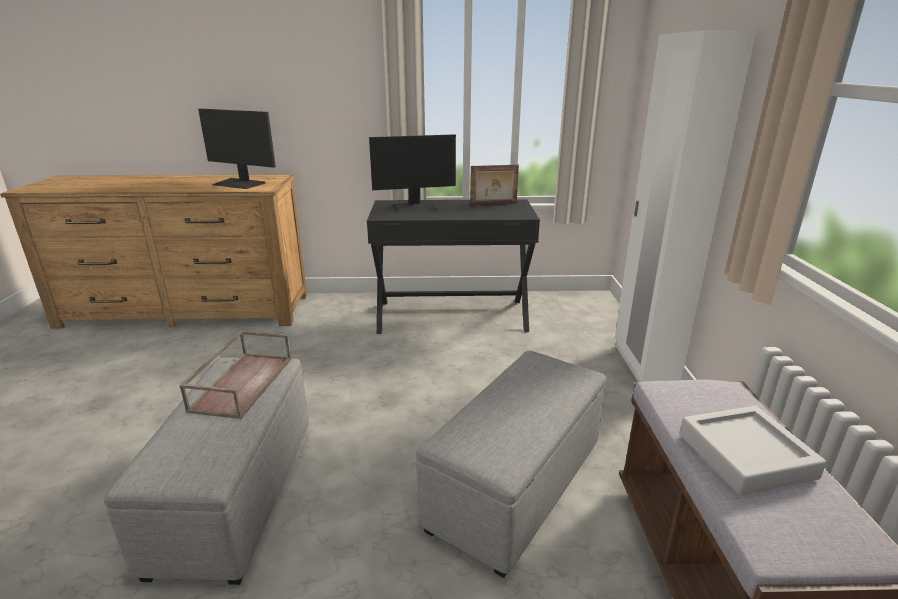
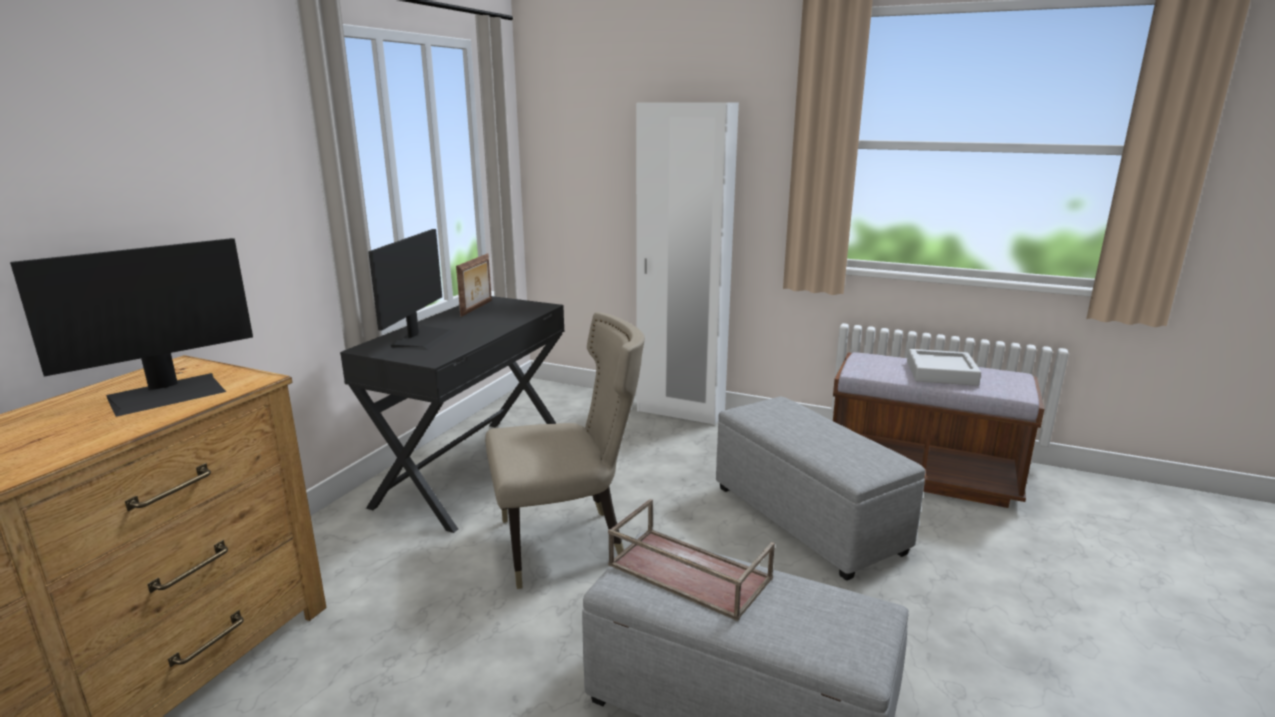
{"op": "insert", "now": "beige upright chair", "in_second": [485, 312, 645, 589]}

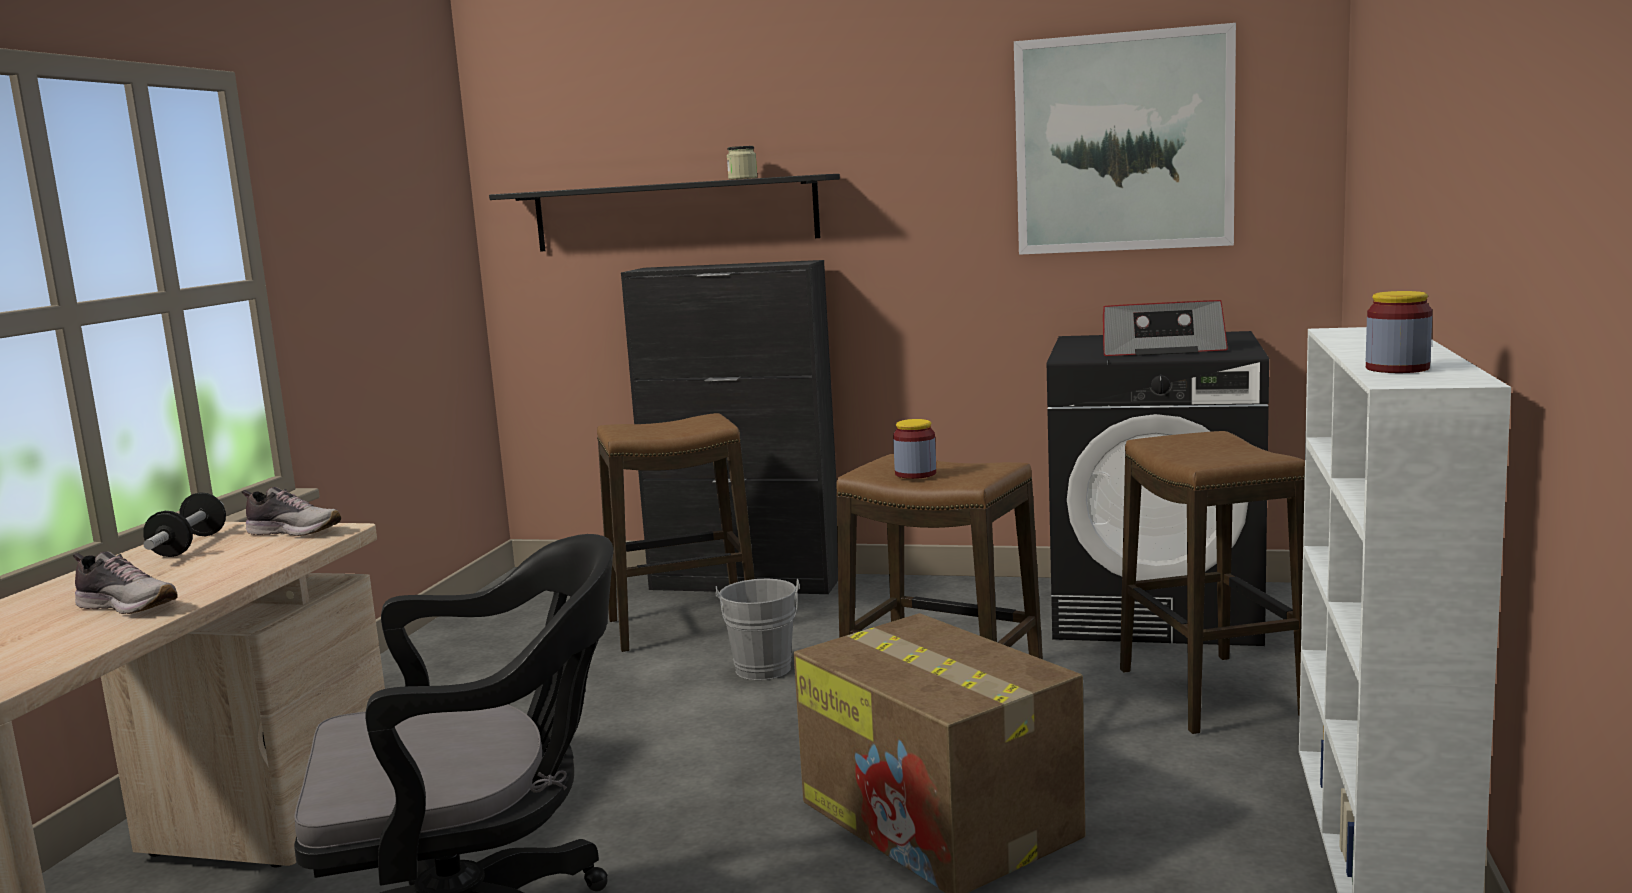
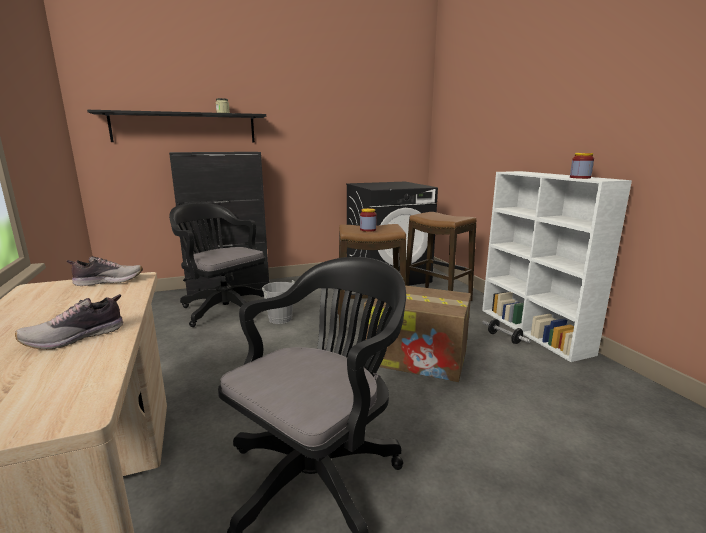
{"op": "delete", "was": "wall art", "in_first": [1014, 23, 1236, 255]}
{"op": "delete", "was": "radio set", "in_first": [1103, 300, 1228, 356]}
{"op": "move", "was": "hand weight", "in_first": [143, 492, 226, 557], "in_second": [482, 319, 531, 344]}
{"op": "replace", "was": "stool seat", "now": "blackish office chair", "in_first": [597, 413, 755, 652], "in_second": [169, 202, 266, 327]}
{"op": "rotate", "was": "item of footwear", "in_first": [73, 552, 178, 614], "in_second": [15, 294, 123, 350], "clockwise": 150}

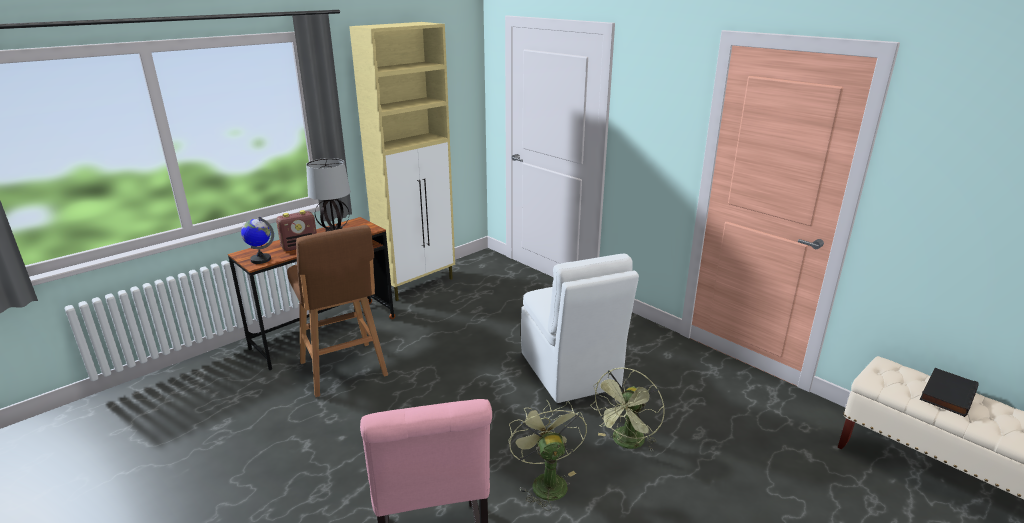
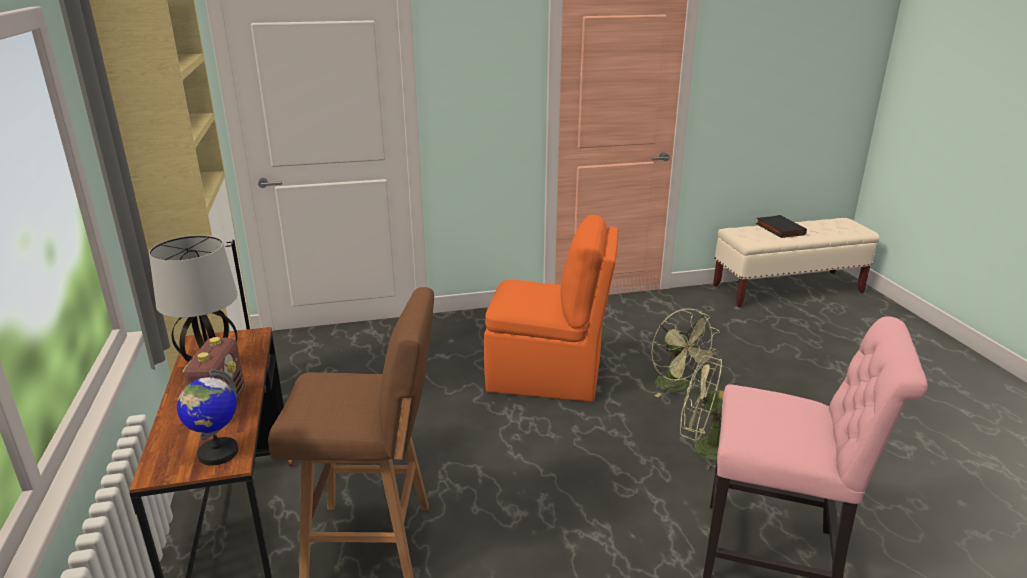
{"op": "recolor", "was": "white-coloured upright chair", "now": "orange upright chair", "in_first": [521, 254, 639, 403], "in_second": [484, 215, 619, 402]}

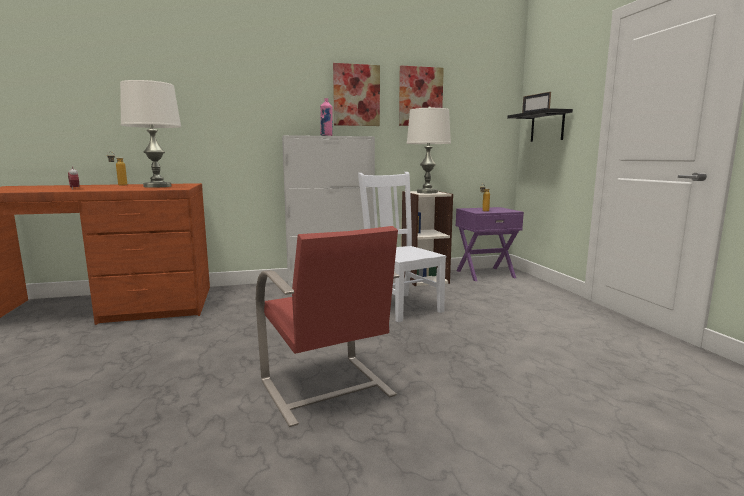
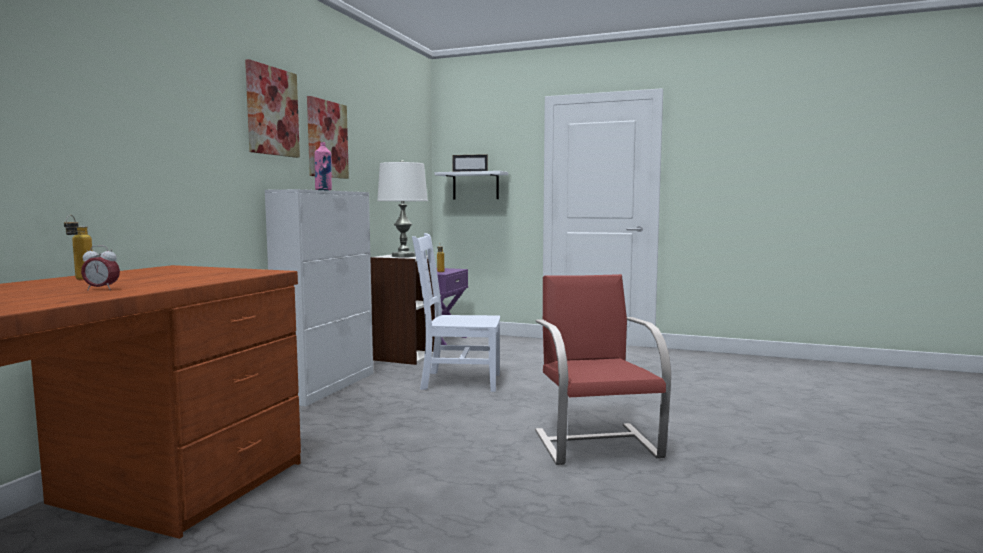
{"op": "delete", "was": "white-coloured tabletop lamp", "in_first": [120, 80, 181, 188]}
{"op": "move", "was": "wall art", "in_first": [399, 66, 444, 126], "in_second": [245, 59, 300, 158]}
{"op": "recolor", "was": "blackish shelf", "now": "white-coloured shelf", "in_first": [507, 108, 573, 142], "in_second": [435, 171, 508, 199]}
{"op": "rotate", "was": "red upright chair", "in_first": [256, 226, 400, 427], "in_second": [535, 274, 671, 465], "clockwise": -105}

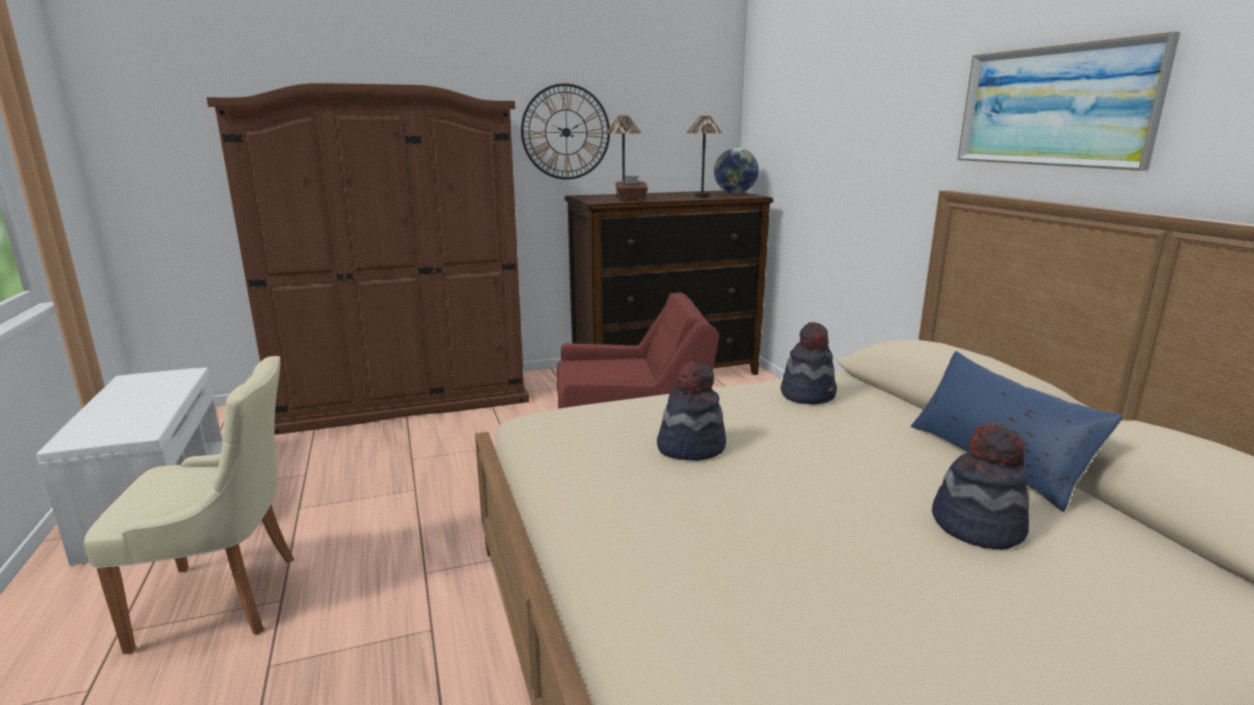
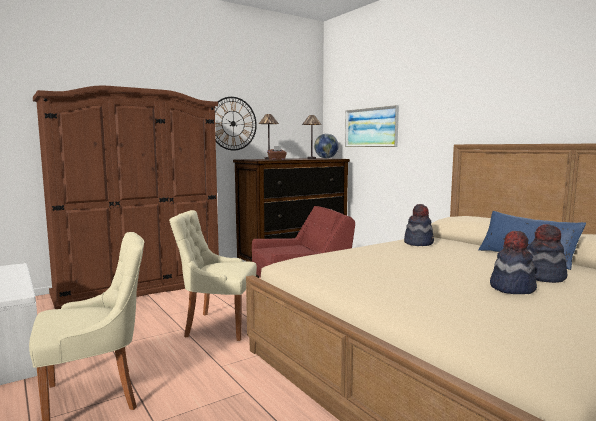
{"op": "insert", "now": "beige upright chair", "in_second": [169, 210, 257, 341]}
{"op": "move", "was": "wearable hat", "in_first": [657, 361, 726, 461], "in_second": [490, 231, 537, 294]}
{"op": "move", "was": "wall art", "in_first": [958, 31, 1180, 171], "in_second": [345, 105, 399, 147]}

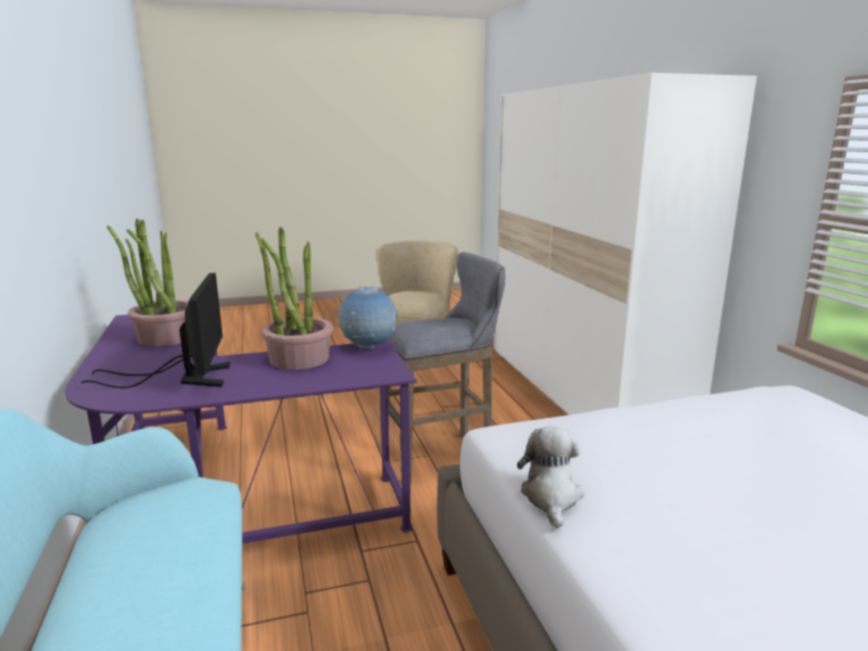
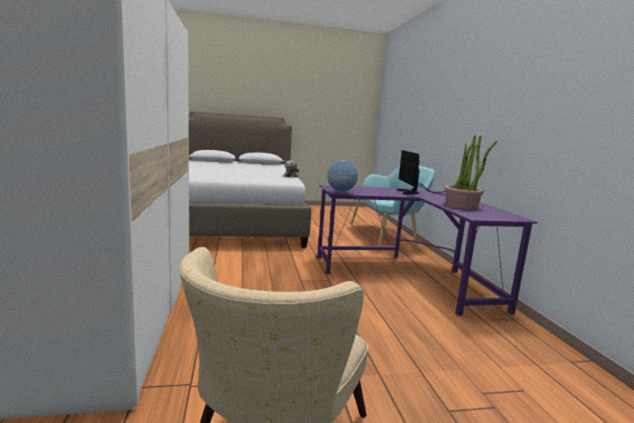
{"op": "delete", "was": "potted plant", "in_first": [255, 227, 334, 370]}
{"op": "delete", "was": "greyish stool seat", "in_first": [381, 252, 505, 484]}

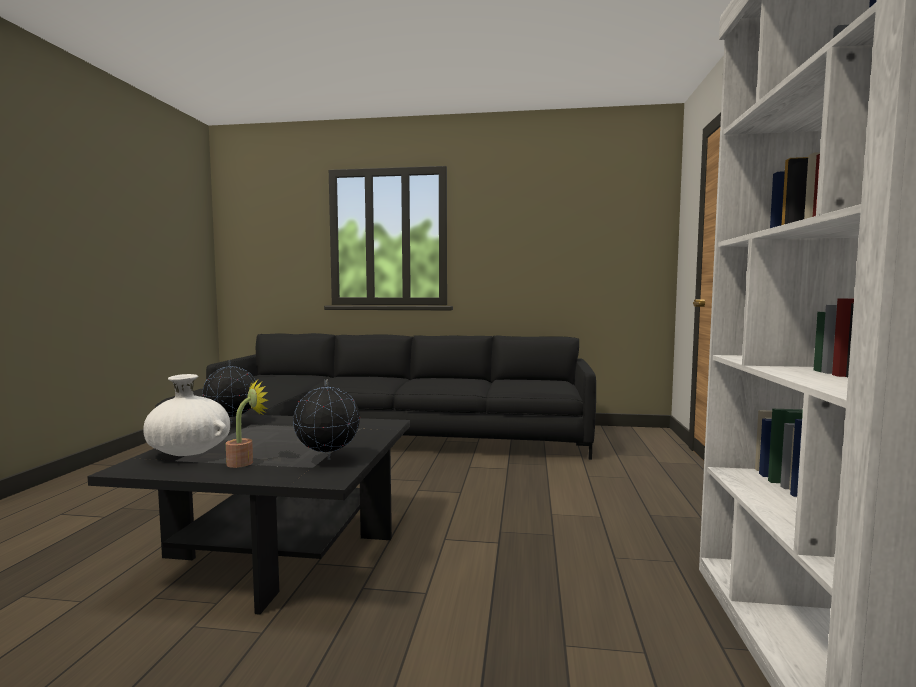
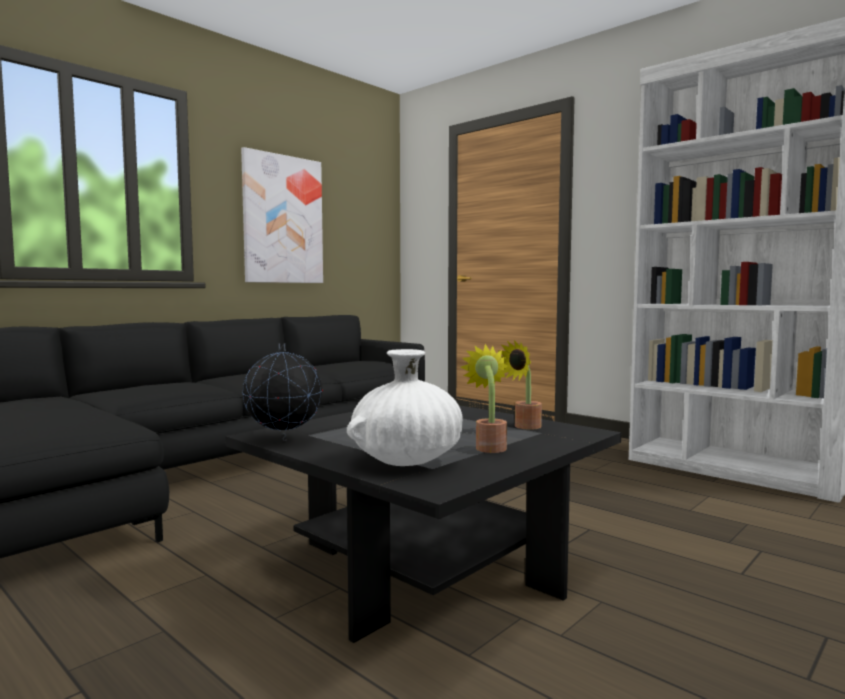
{"op": "insert", "now": "wall art", "in_second": [241, 147, 323, 283]}
{"op": "replace", "was": "desk globe", "now": "potted plant", "in_first": [293, 379, 360, 460], "in_second": [497, 340, 542, 430]}

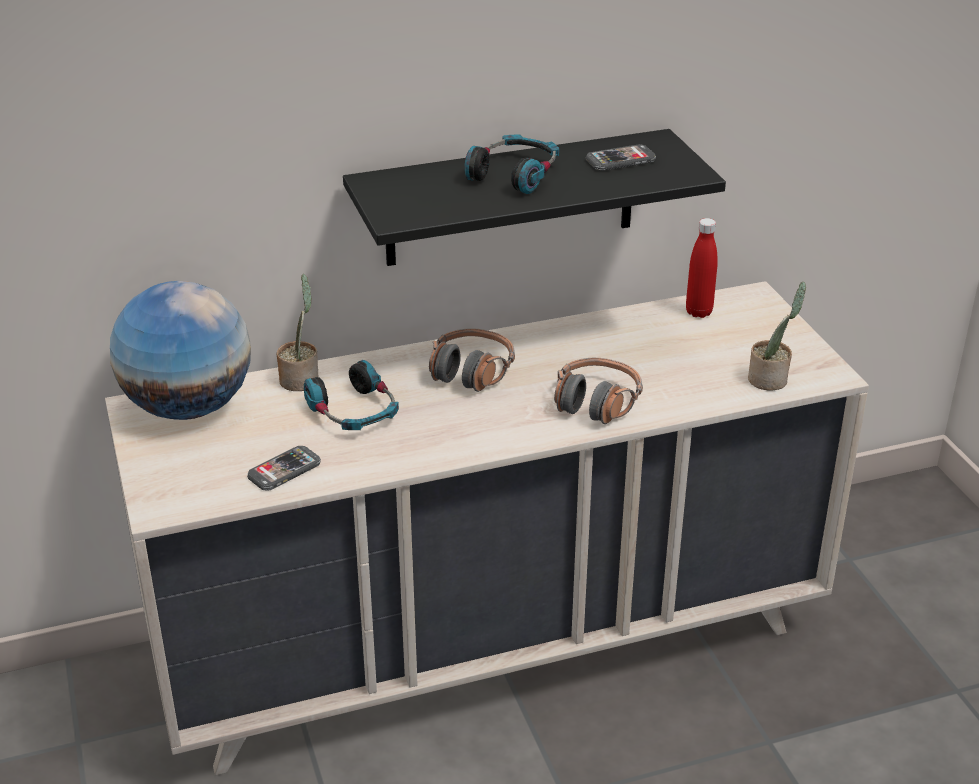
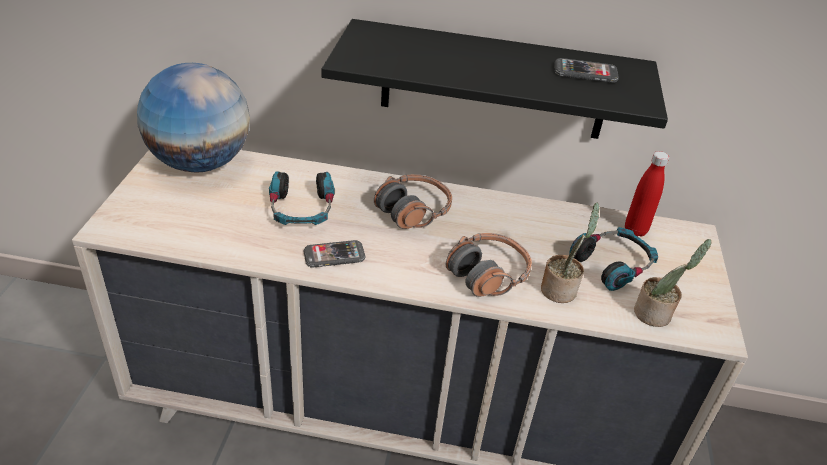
{"op": "move", "was": "phone", "in_first": [247, 446, 321, 491], "in_second": [304, 240, 366, 268]}
{"op": "move", "was": "potted plant", "in_first": [277, 274, 319, 391], "in_second": [541, 203, 599, 303]}
{"op": "move", "was": "headset", "in_first": [464, 134, 559, 194], "in_second": [569, 227, 658, 291]}

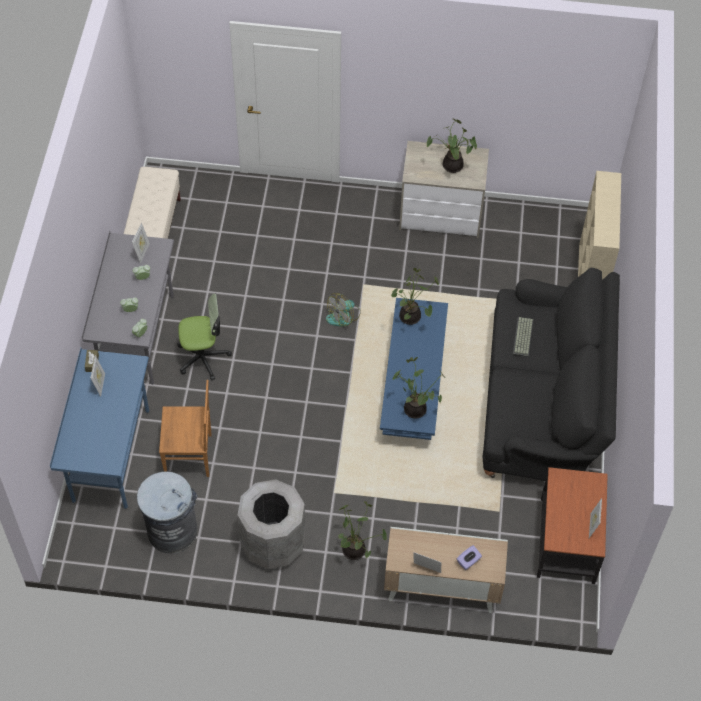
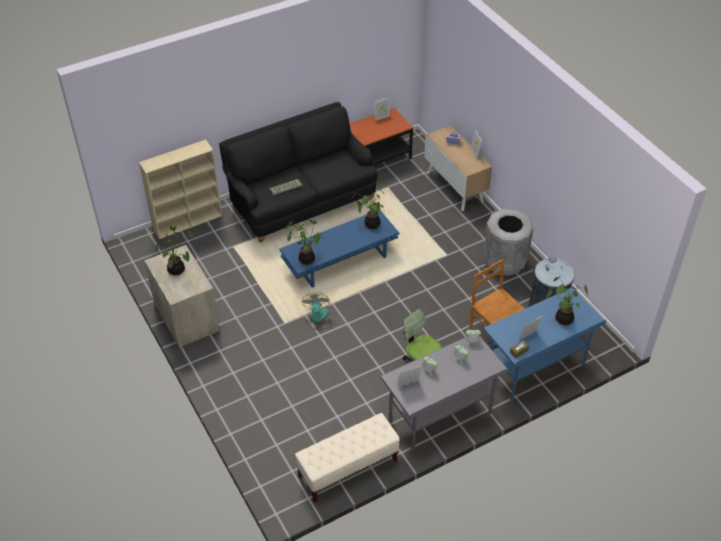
{"op": "move", "was": "potted plant", "in_first": [338, 501, 387, 560], "in_second": [546, 276, 588, 325]}
{"op": "rotate", "was": "fan", "in_first": [326, 293, 361, 326], "in_second": [302, 292, 336, 330], "clockwise": -105}

